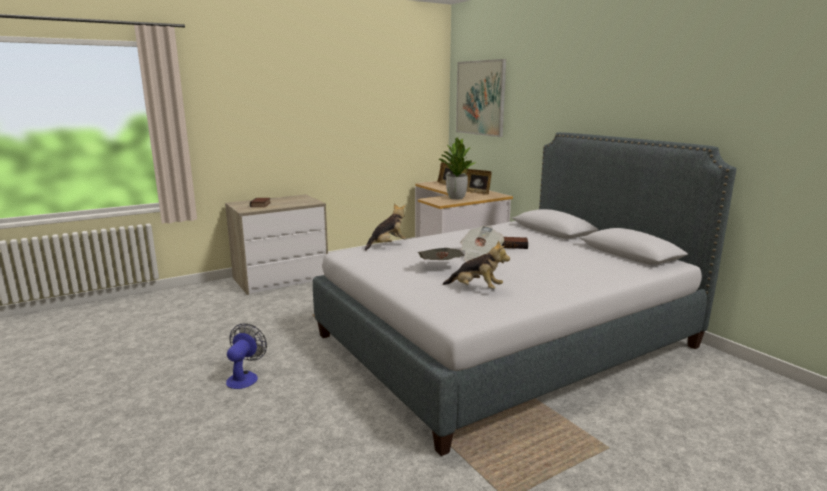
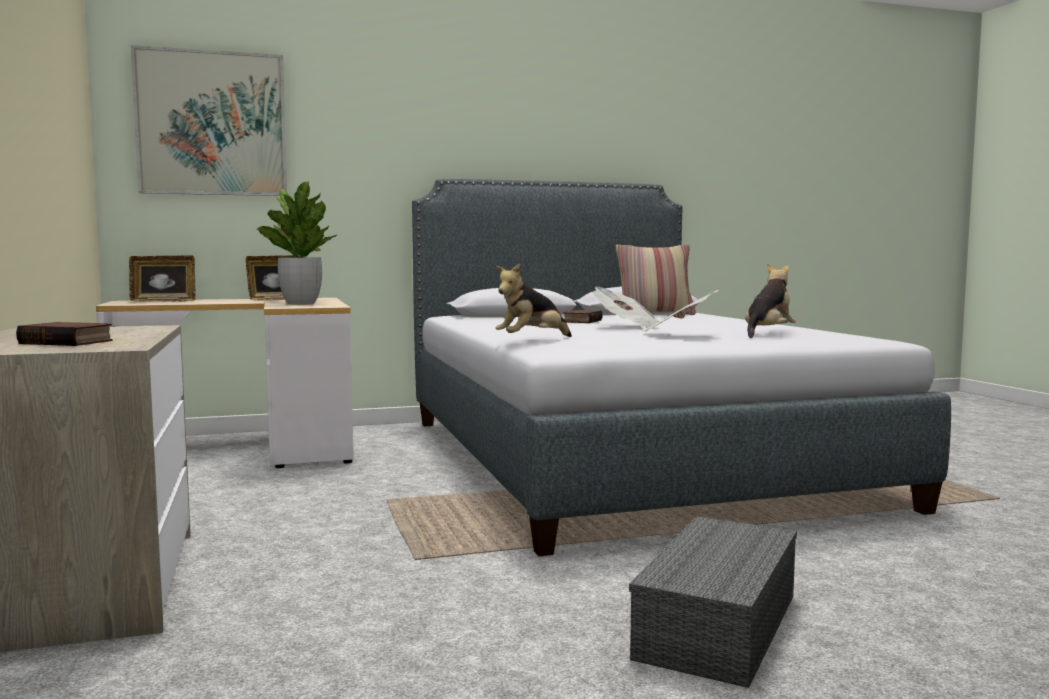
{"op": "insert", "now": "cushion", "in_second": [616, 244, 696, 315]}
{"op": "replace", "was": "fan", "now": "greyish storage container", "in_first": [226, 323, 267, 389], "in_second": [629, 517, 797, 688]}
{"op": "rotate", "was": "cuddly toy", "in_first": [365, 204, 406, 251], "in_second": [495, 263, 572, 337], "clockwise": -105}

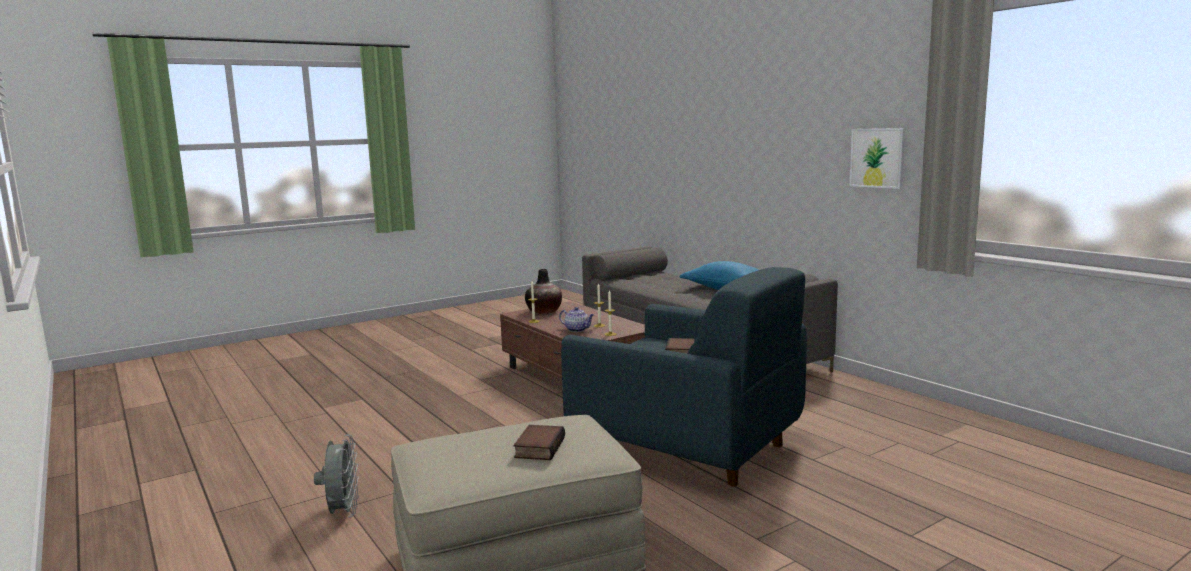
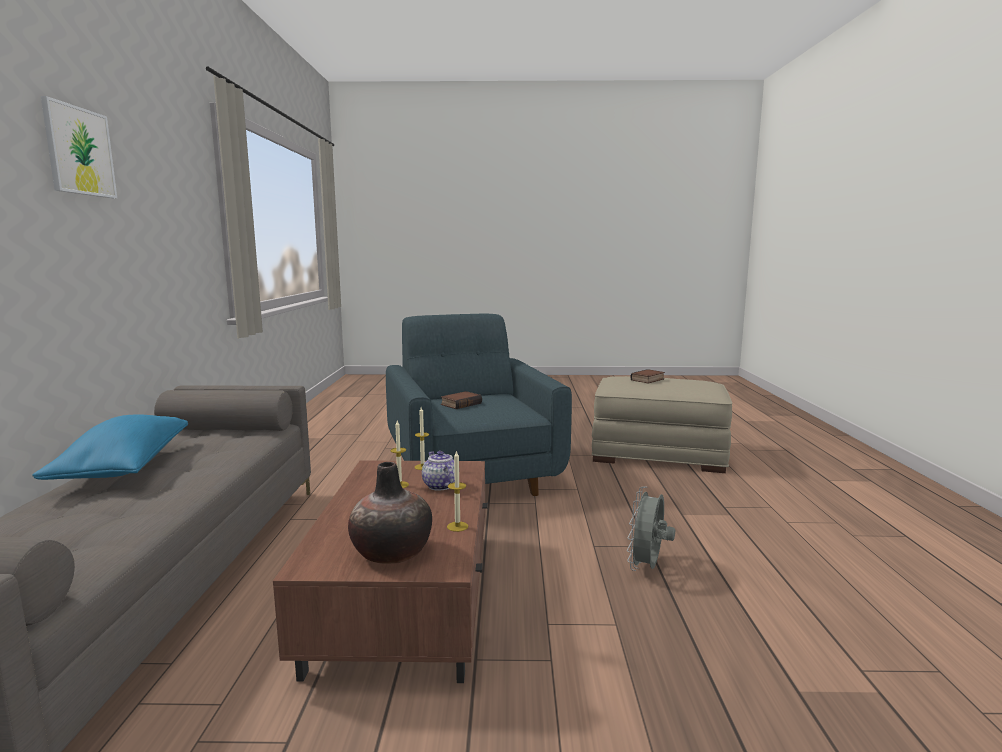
{"op": "move", "was": "greyish fan", "in_first": [314, 434, 359, 518], "in_second": [627, 486, 675, 571]}
{"op": "move", "was": "wall art", "in_first": [850, 128, 905, 189], "in_second": [41, 96, 117, 198]}

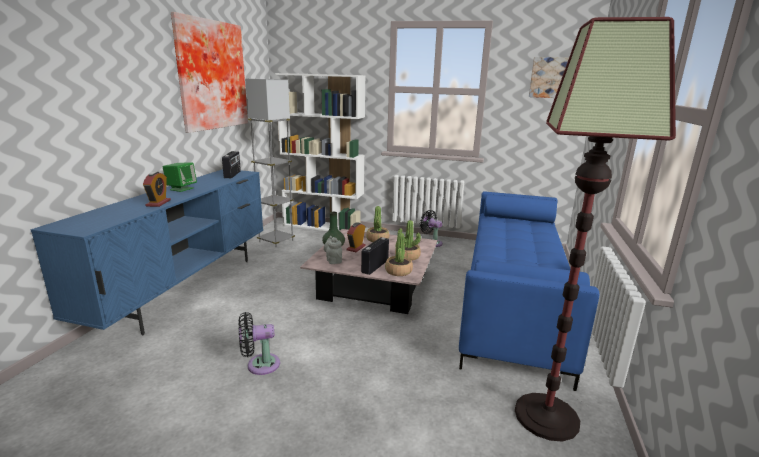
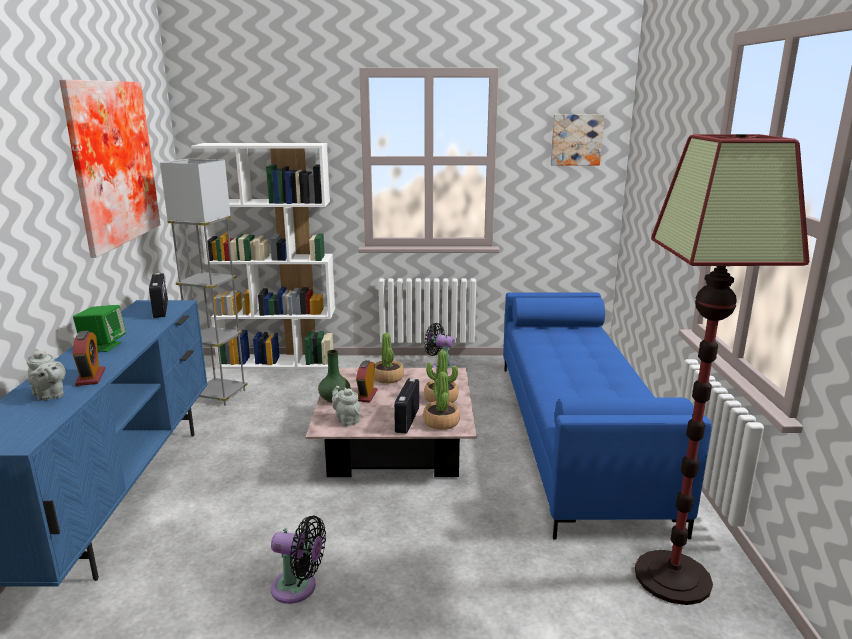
{"op": "insert", "now": "greyish tea pot", "in_second": [26, 348, 66, 401]}
{"op": "rotate", "was": "blackish fan", "in_first": [239, 312, 280, 375], "in_second": [271, 516, 326, 604], "clockwise": -135}

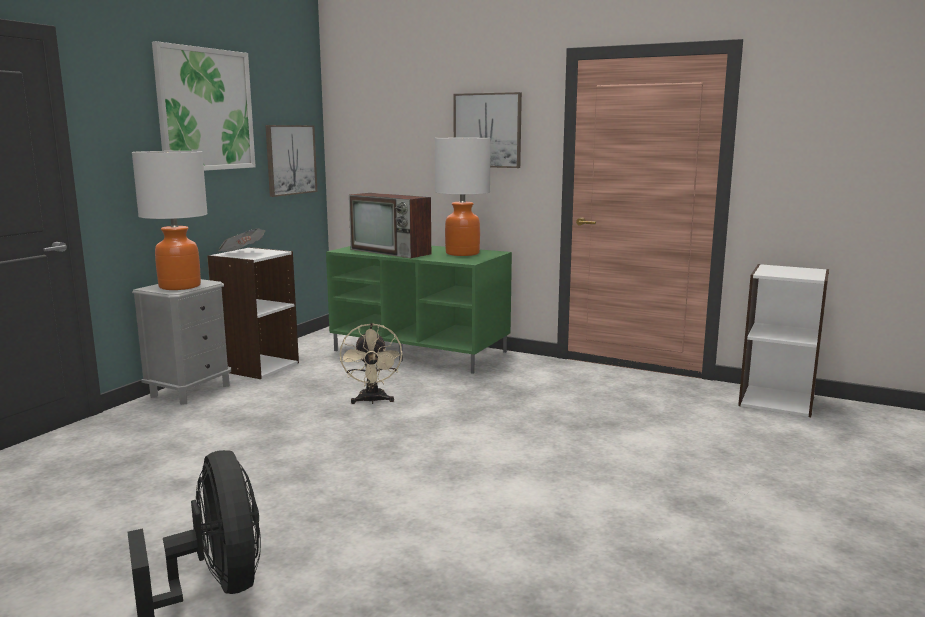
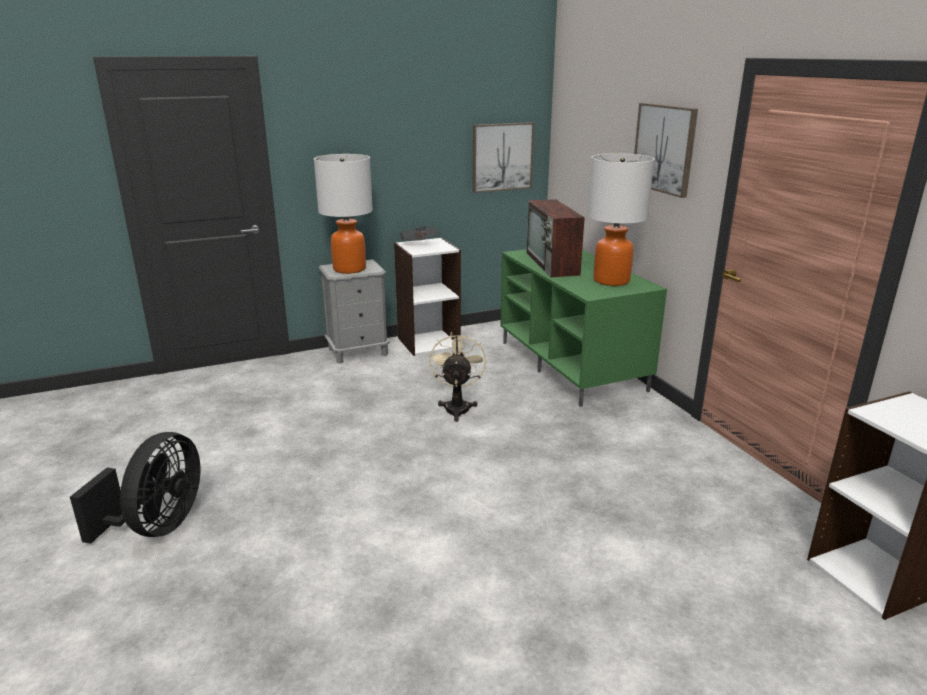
{"op": "delete", "was": "wall art", "in_first": [152, 41, 256, 171]}
{"op": "rotate", "was": "beige fan", "in_first": [340, 323, 403, 404], "in_second": [429, 332, 486, 422], "clockwise": 150}

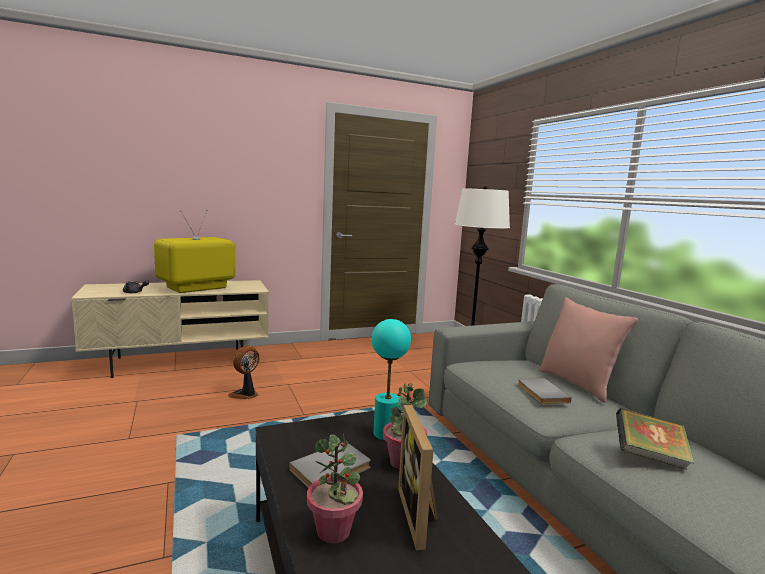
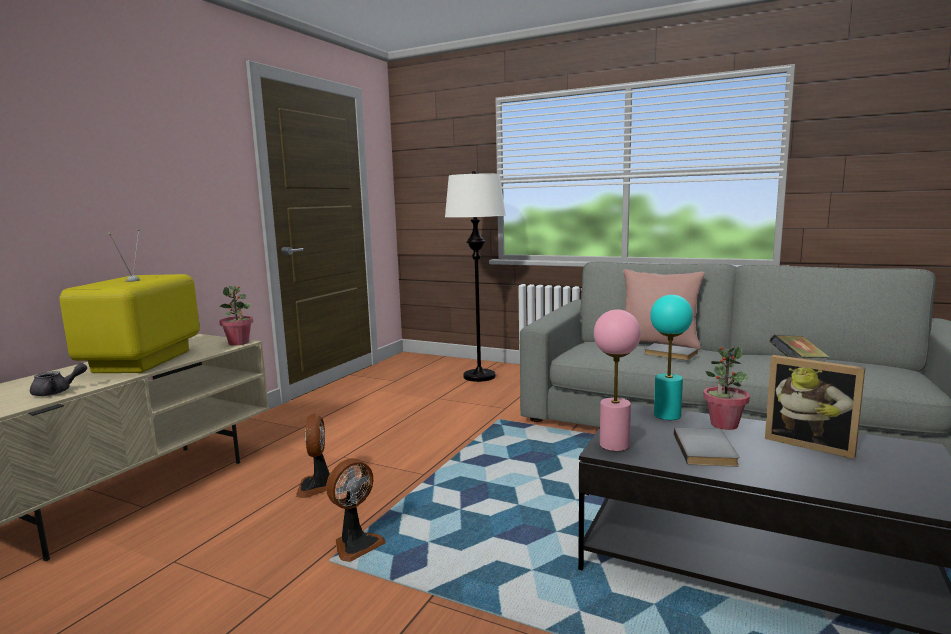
{"op": "insert", "now": "fan", "in_second": [326, 458, 386, 562]}
{"op": "insert", "now": "pink-coloured tabletop lamp", "in_second": [594, 310, 641, 451]}
{"op": "move", "was": "potted plant", "in_first": [307, 433, 363, 544], "in_second": [220, 285, 253, 346]}

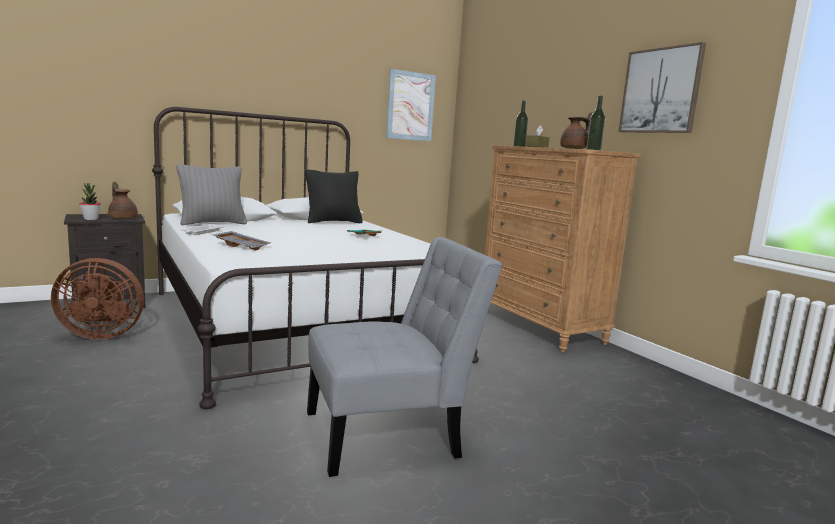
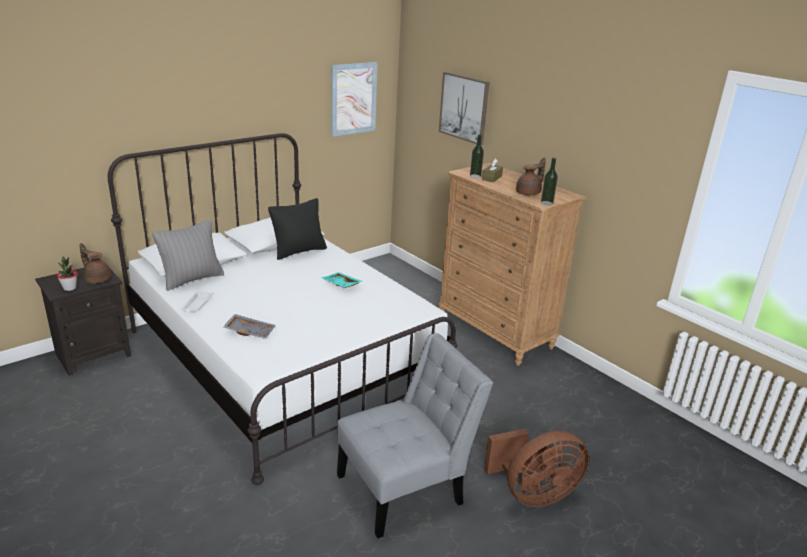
{"op": "move", "was": "brownish fan", "in_first": [51, 258, 144, 340], "in_second": [484, 429, 589, 507]}
{"op": "move", "was": "wall art", "in_first": [619, 42, 706, 133], "in_second": [439, 72, 490, 145]}

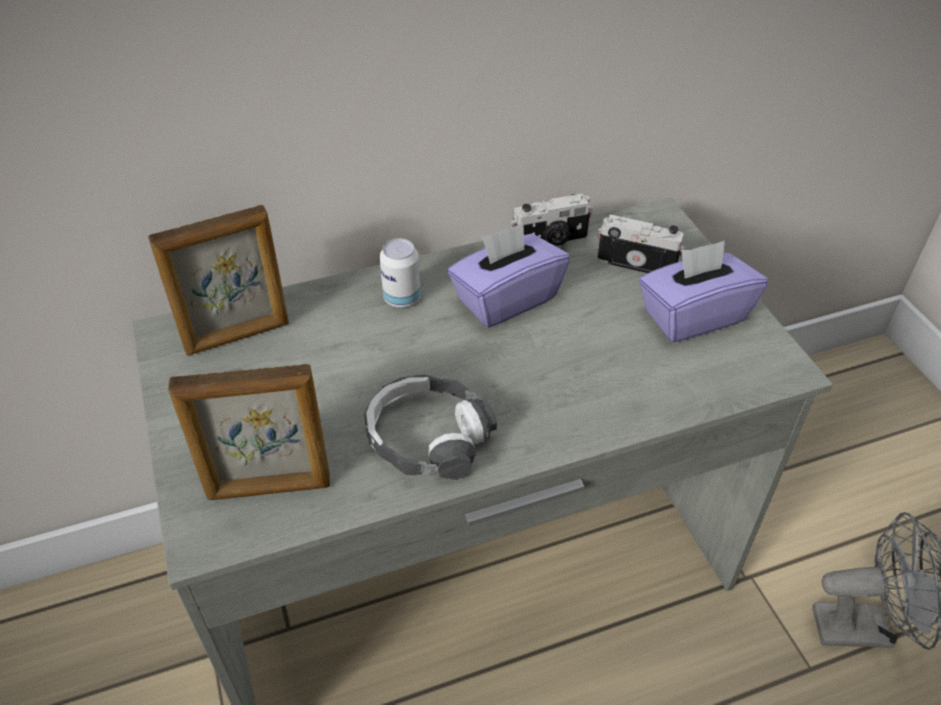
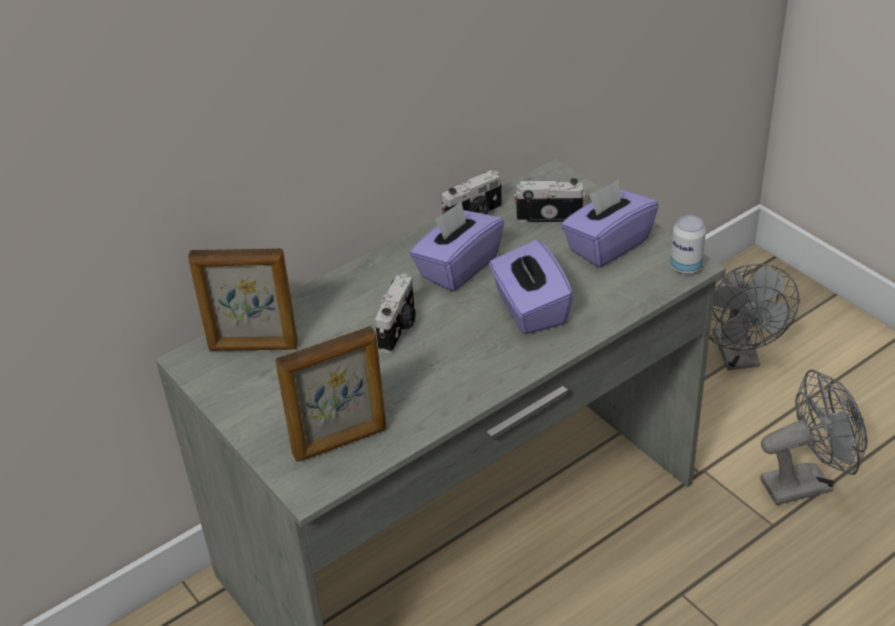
{"op": "delete", "was": "headset", "in_first": [364, 375, 497, 480]}
{"op": "insert", "now": "photo camera", "in_second": [375, 274, 416, 354]}
{"op": "insert", "now": "purple tissue holder", "in_second": [489, 240, 573, 334]}
{"op": "insert", "now": "greyish fan", "in_second": [709, 264, 799, 370]}
{"op": "move", "was": "sealed can", "in_first": [379, 238, 421, 308], "in_second": [670, 215, 706, 274]}
{"op": "rotate", "was": "photo frame", "in_first": [148, 205, 289, 355], "in_second": [188, 248, 298, 351], "clockwise": 45}

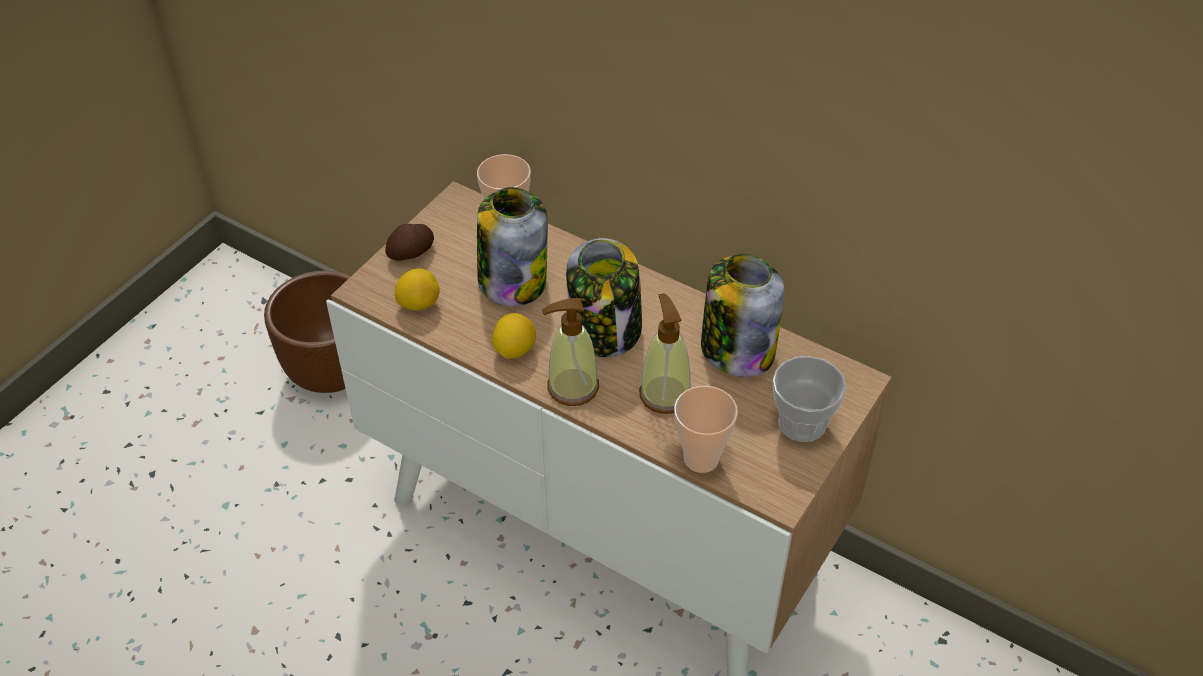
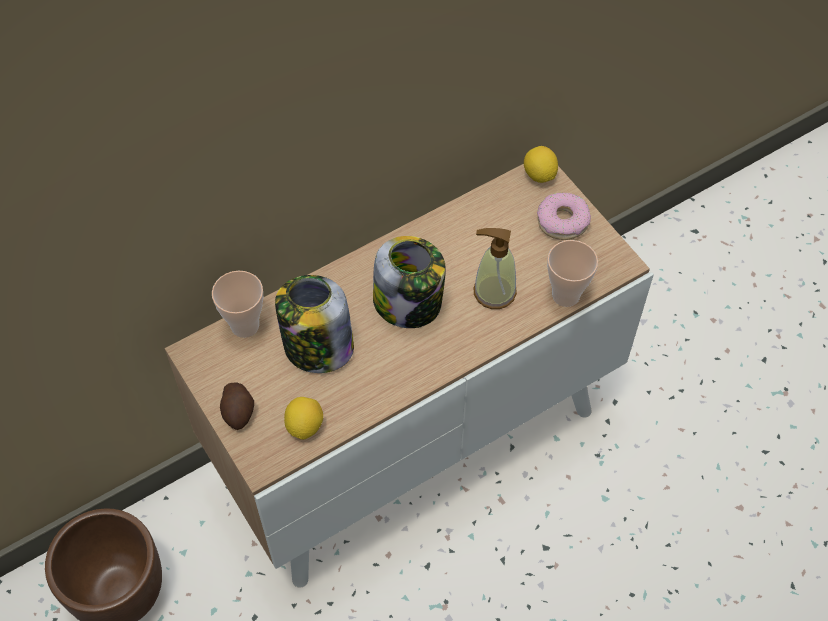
{"op": "delete", "was": "soap dispenser", "in_first": [542, 298, 599, 406]}
{"op": "delete", "was": "jar", "in_first": [701, 254, 784, 377]}
{"op": "move", "was": "whole lemon", "in_first": [492, 313, 536, 359], "in_second": [524, 146, 558, 183]}
{"op": "replace", "was": "drinking cup", "now": "donut", "in_first": [773, 356, 846, 442], "in_second": [537, 192, 591, 240]}

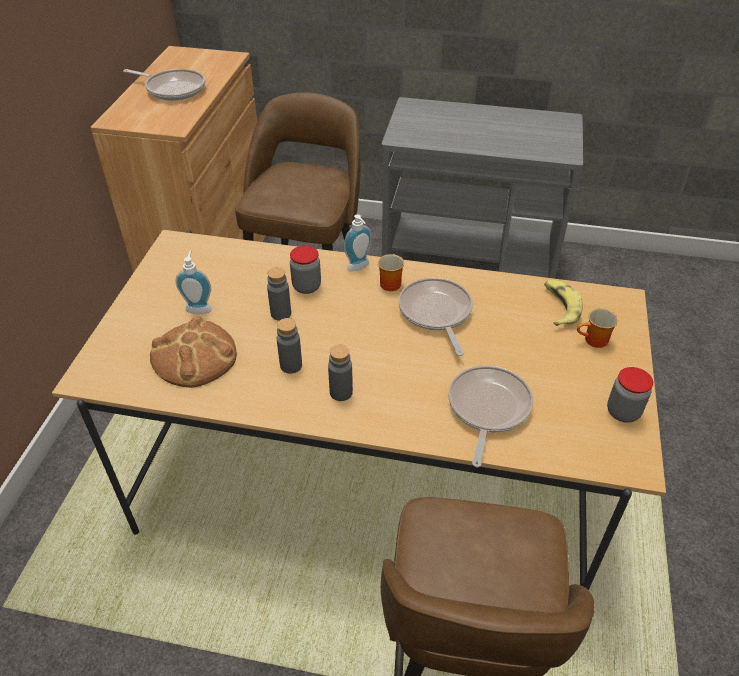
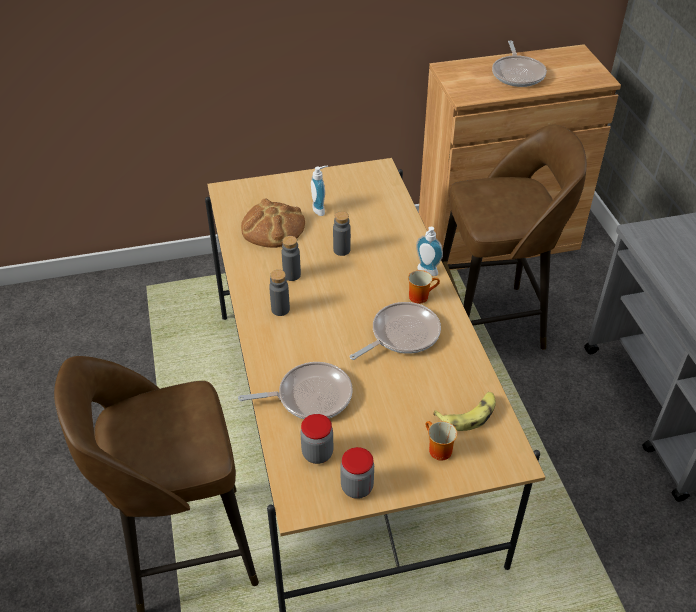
{"op": "move", "was": "jar", "in_first": [290, 246, 321, 294], "in_second": [300, 414, 333, 464]}

